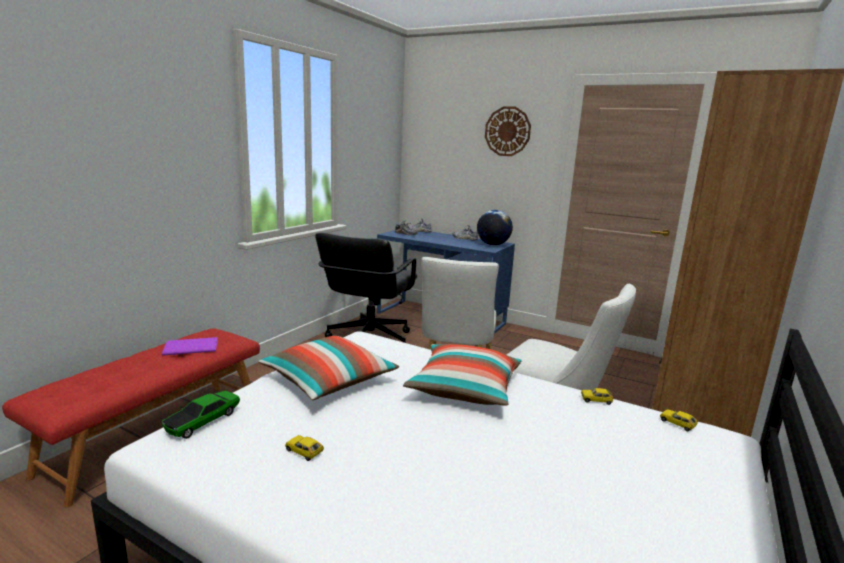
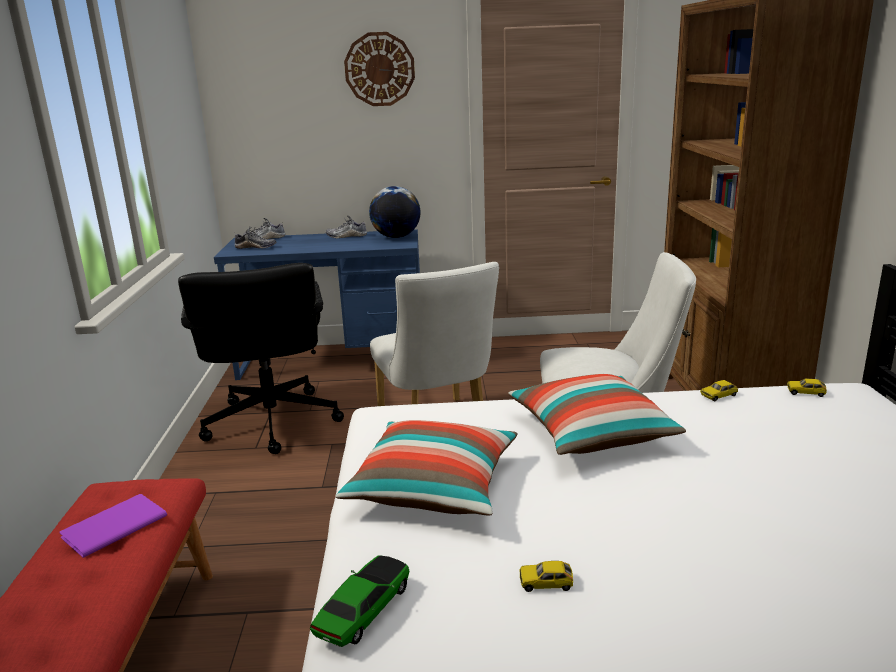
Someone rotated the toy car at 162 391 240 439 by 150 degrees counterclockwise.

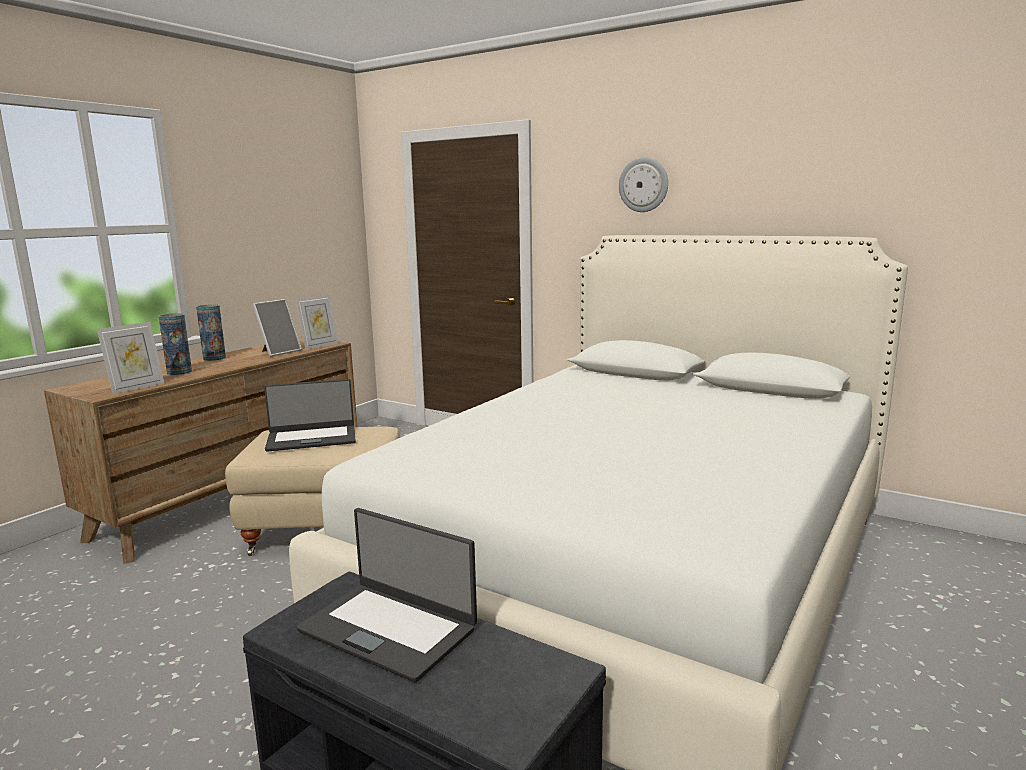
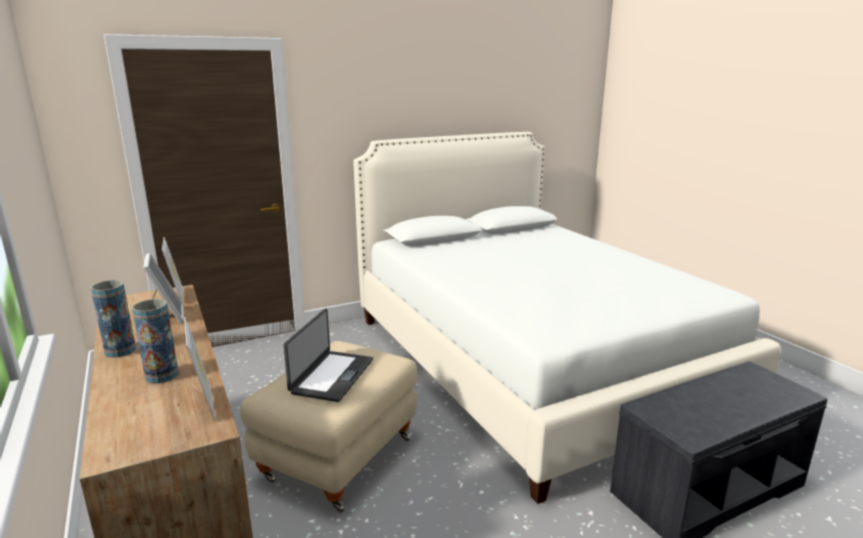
Someone took away the wall clock at 619 157 668 212. Someone took away the laptop at 296 508 477 682.

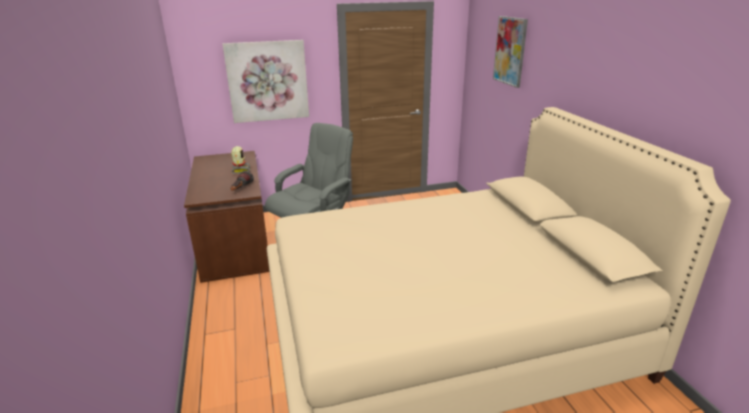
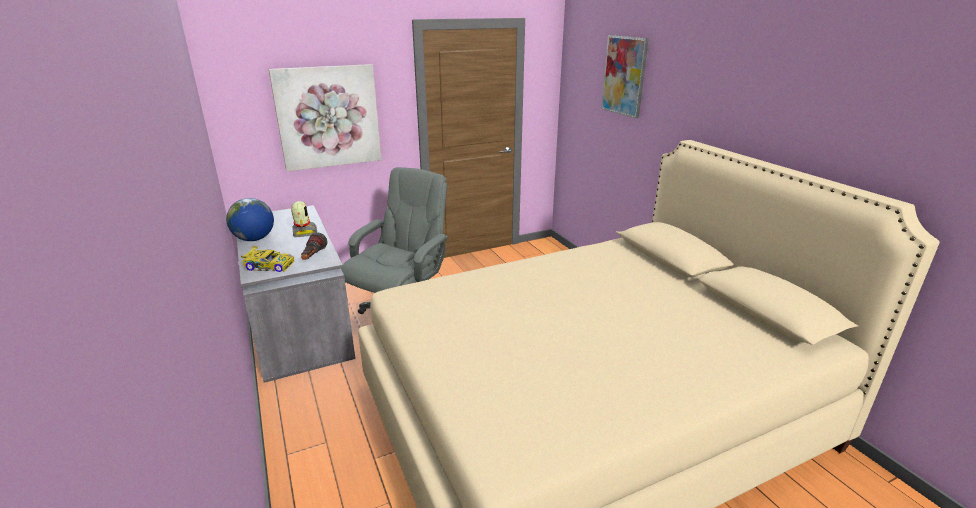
Someone repainted the brown desk at 184 151 269 283, which became the grey desk at 236 205 355 383. Someone put down the globe at 226 198 274 241. Someone put down the toy car at 241 246 295 272.

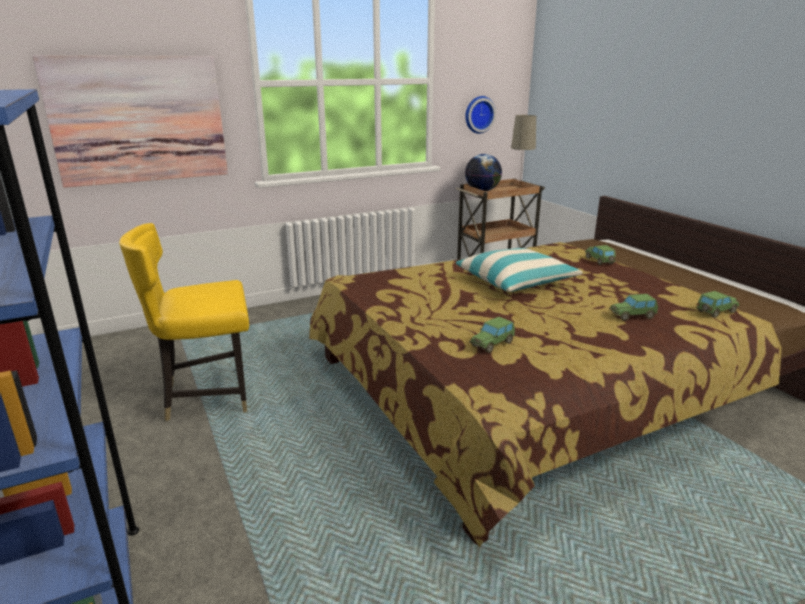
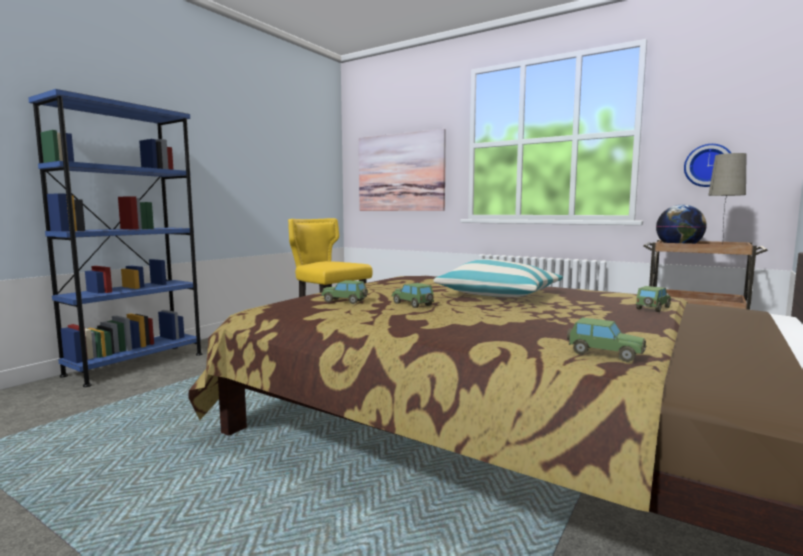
Someone carried the toy car from 609 294 658 321 to 391 283 434 308.

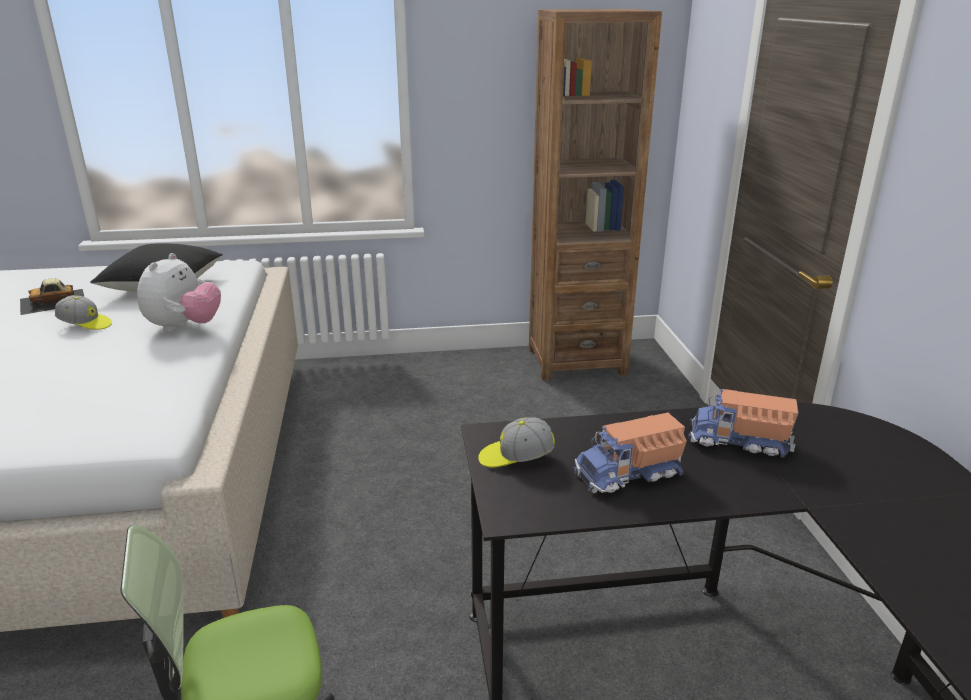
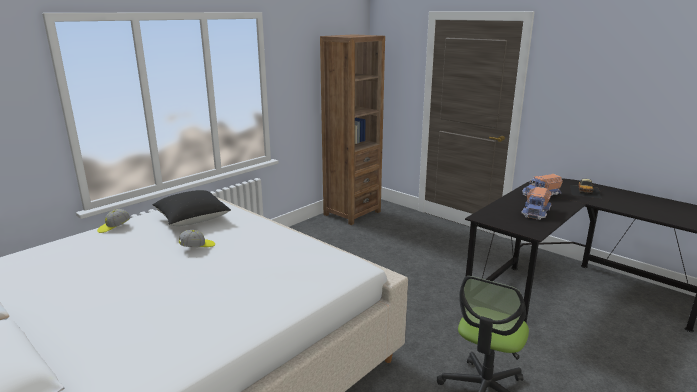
Someone took away the plush toy at 137 253 221 332. Someone carried the toy car from 20 279 84 315 to 570 179 602 198. Someone carried the cap from 478 417 555 467 to 97 209 130 233.

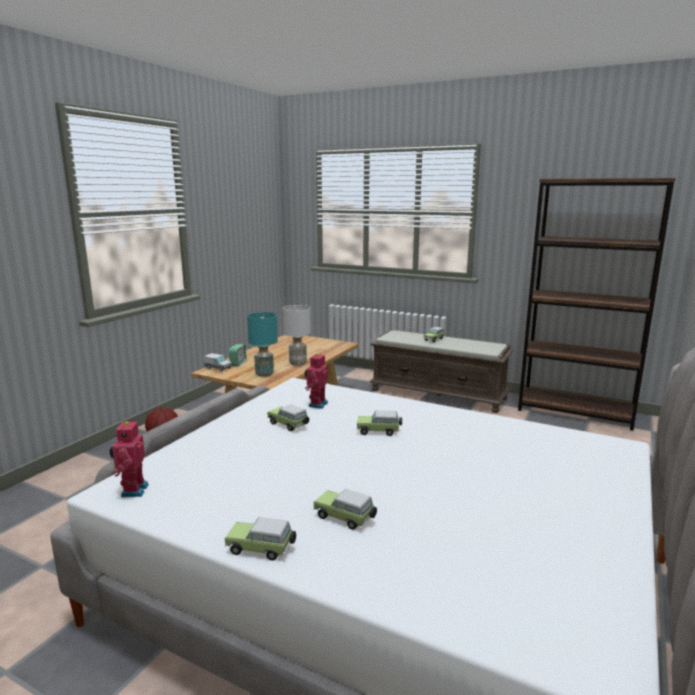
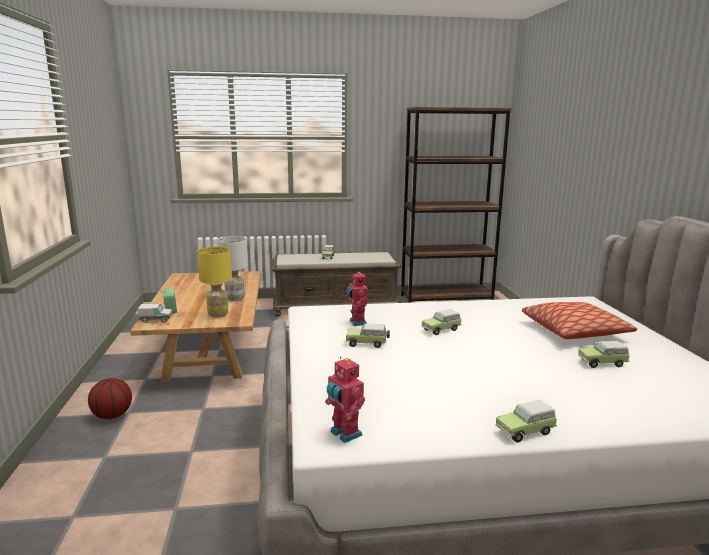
Someone repainted the turquoise table lamp at 247 312 278 377, which became the yellow table lamp at 197 247 232 318. Someone carried the toy car from 314 489 377 530 to 578 341 630 368. Someone put down the pillow at 522 302 637 339.

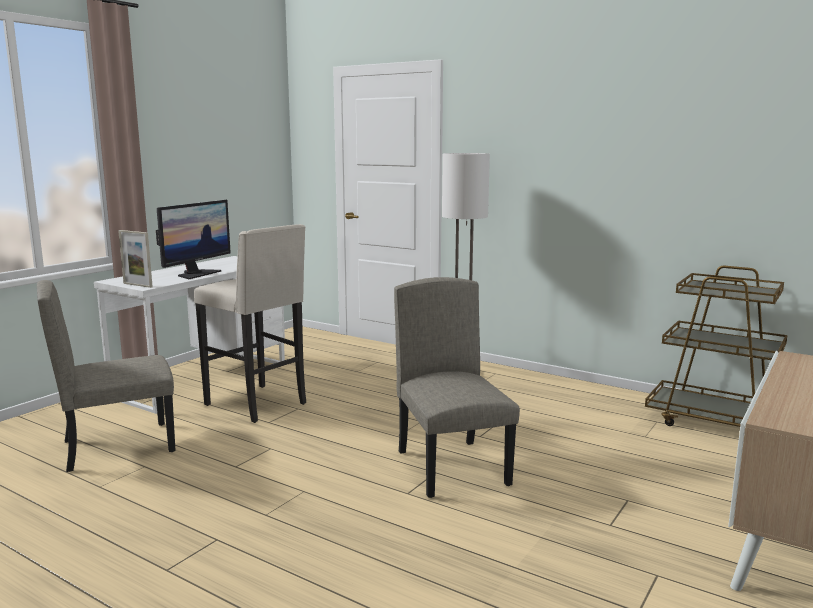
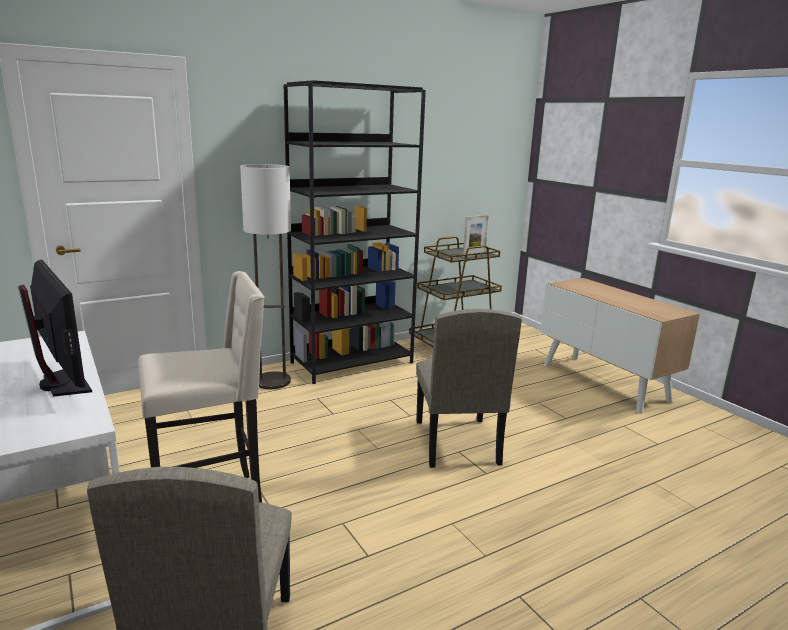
Someone carried the picture frame from 118 230 153 288 to 463 215 488 257. Someone rotated the beige chair at 394 277 520 498 by 105 degrees counterclockwise. Someone put down the black bookcase at 284 80 426 384.

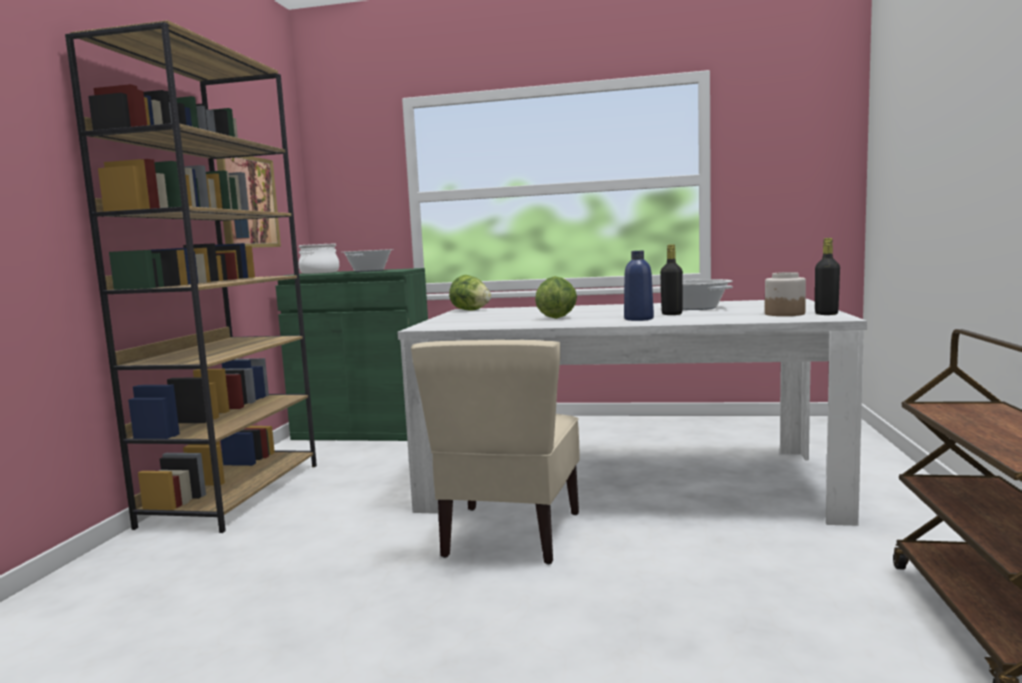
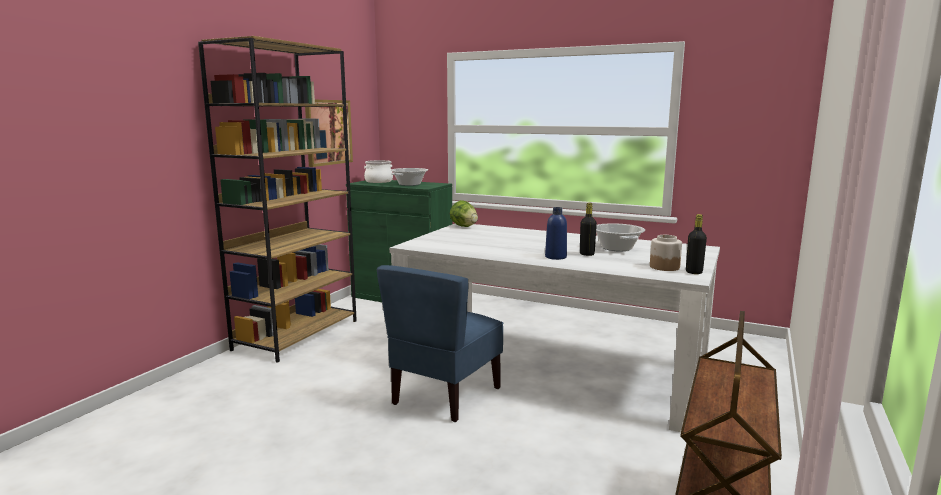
Someone took away the lettuce at 535 276 577 319. Someone repainted the beige chair at 411 340 579 564, which became the blue chair at 377 265 503 422.

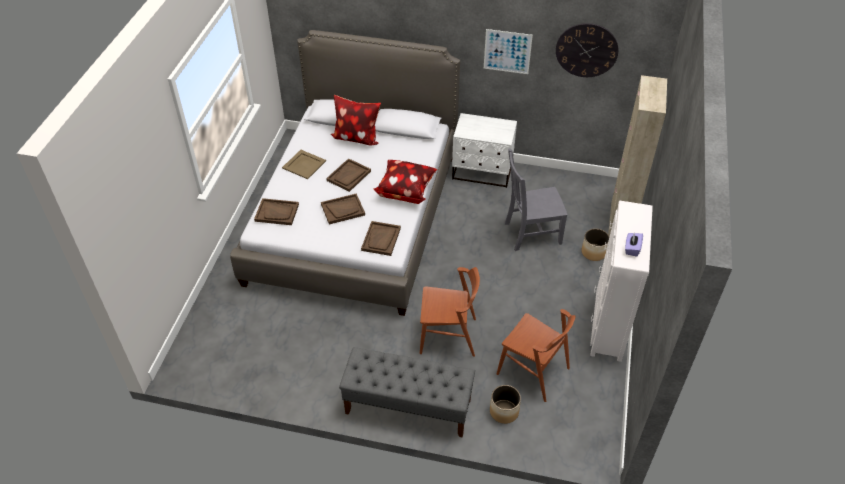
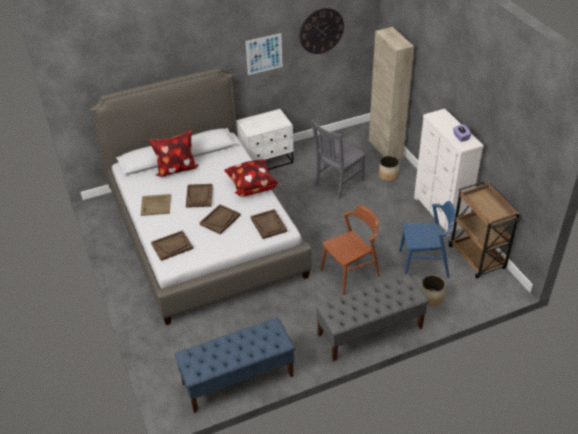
Someone repainted the brown chair at 497 309 576 402, which became the blue chair at 399 201 456 278. Someone put down the brown cart at 448 181 521 278. Someone put down the blue bench at 174 318 295 413.

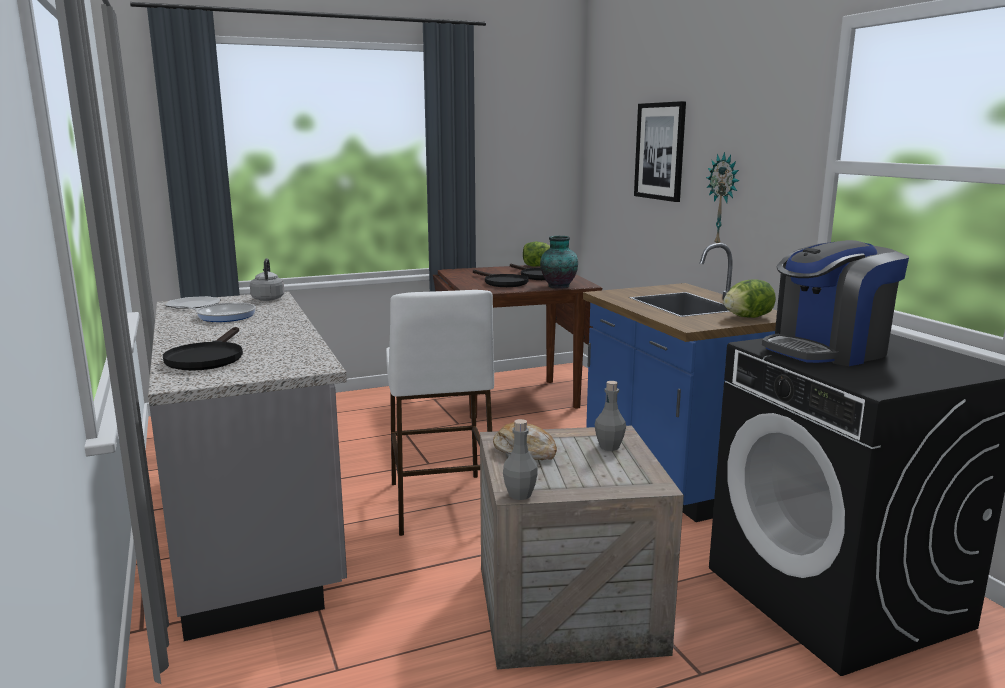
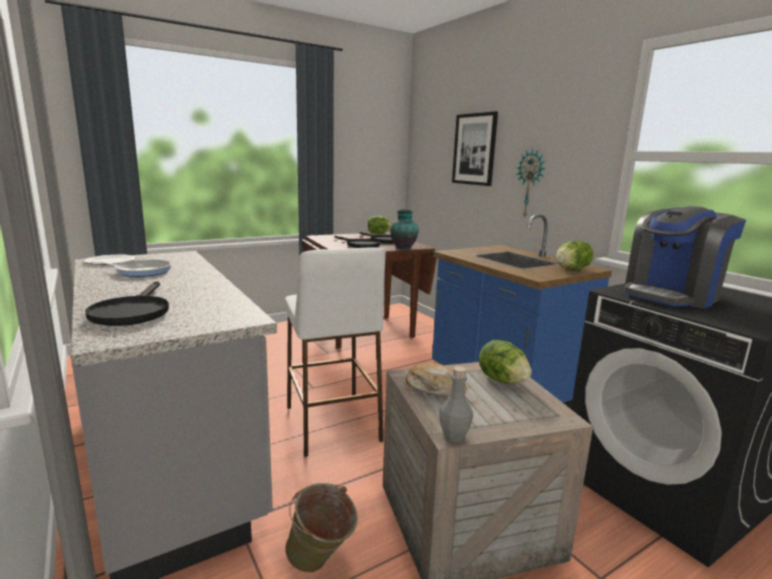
Someone took away the grey kettle at 250 258 284 301. Someone swapped the grey bottle at 595 381 626 451 for the lettuce at 479 340 532 383. Someone put down the green bucket at 285 483 358 573.

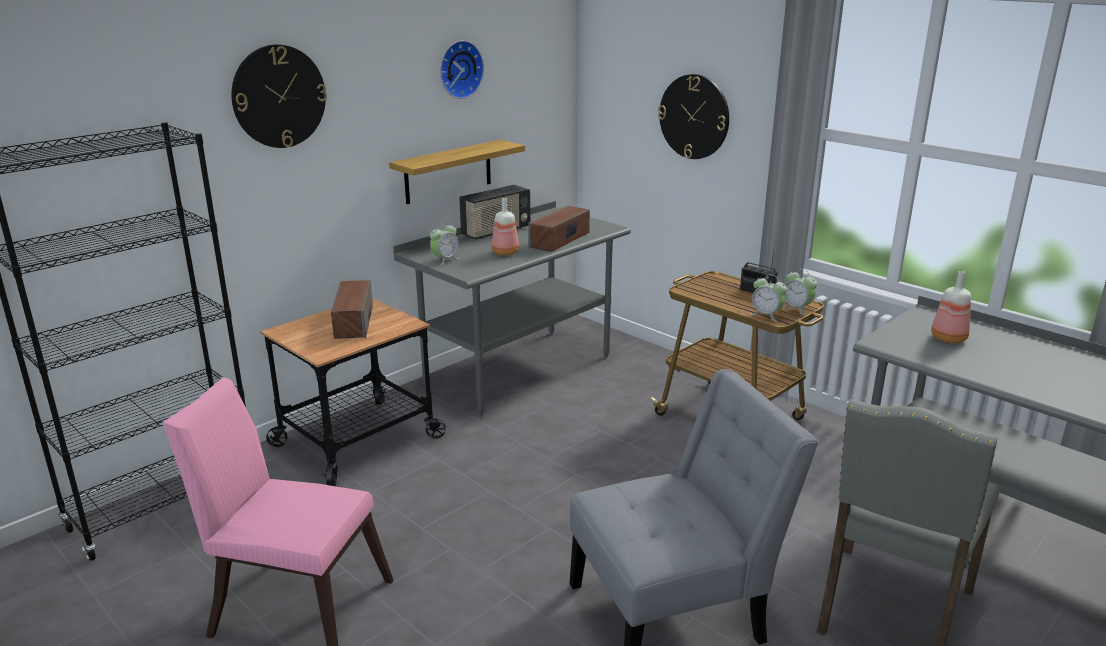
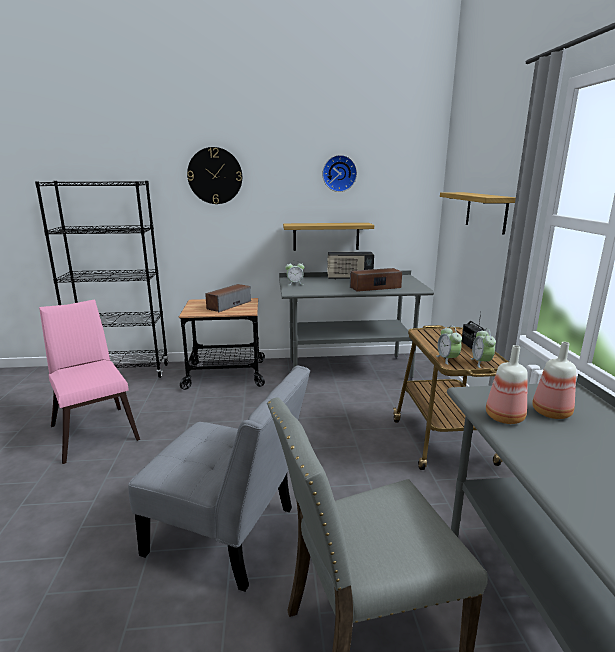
Someone swapped the wall clock at 658 74 729 159 for the shelf at 440 192 516 235. Someone carried the bottle from 492 198 519 256 to 486 345 528 424.

